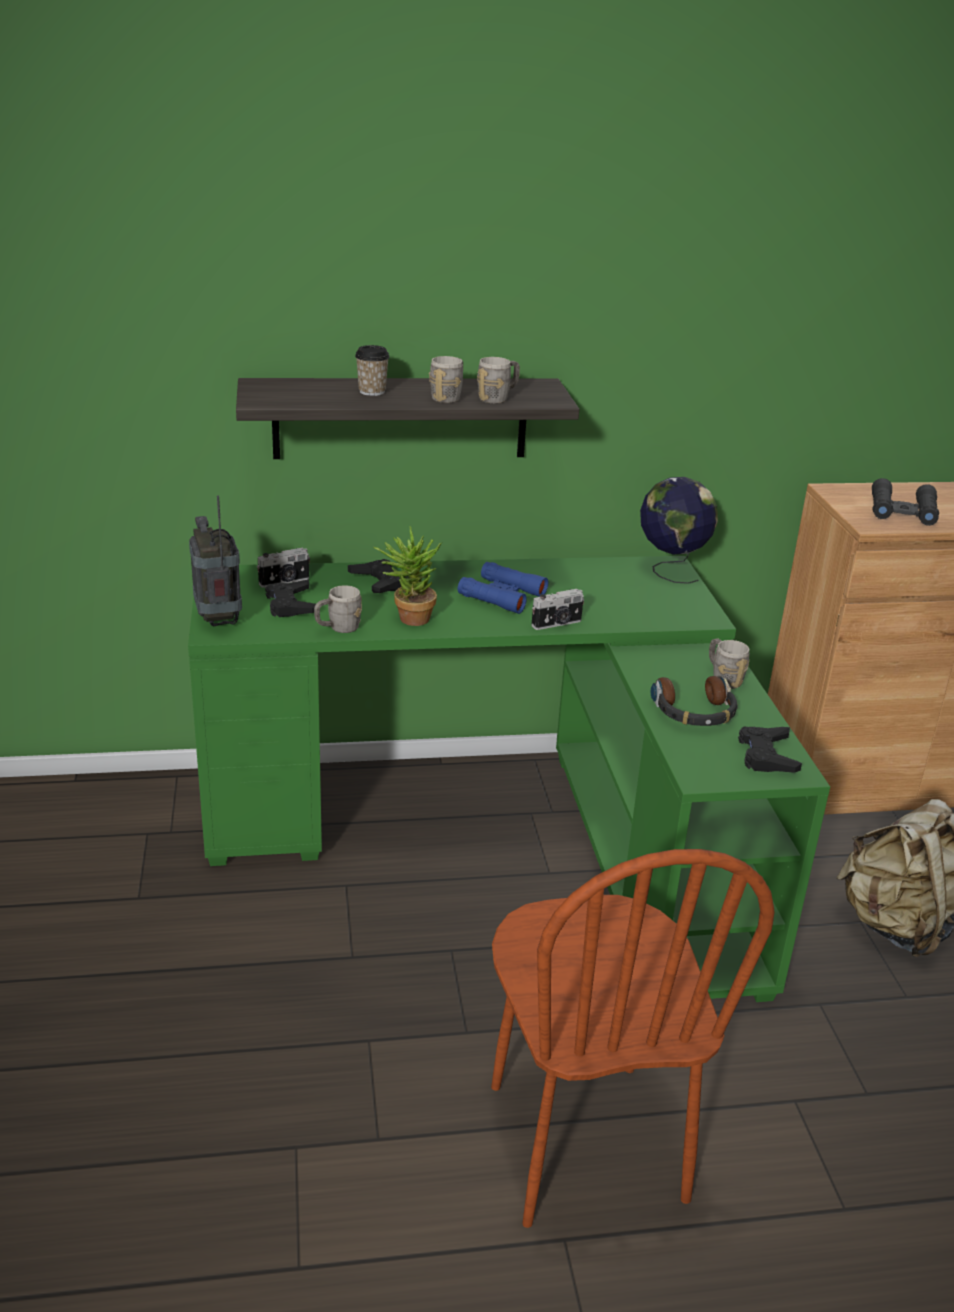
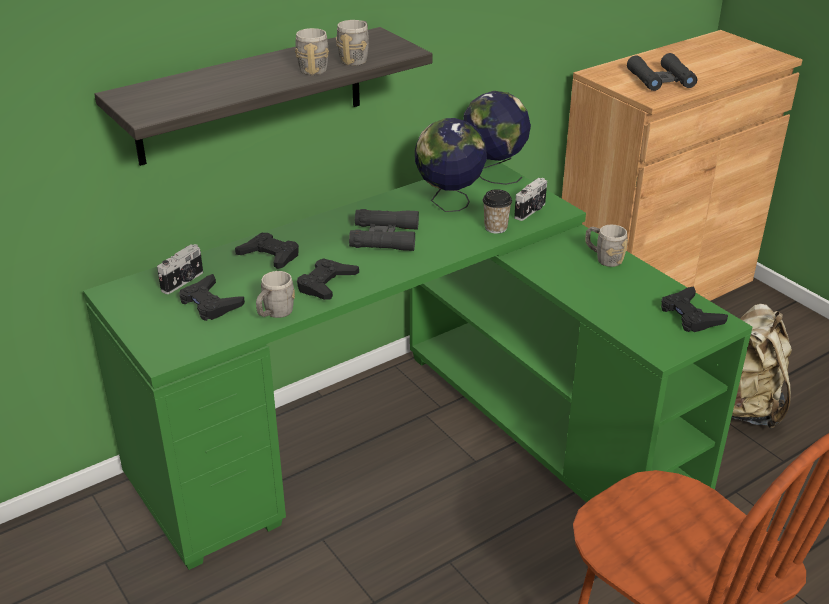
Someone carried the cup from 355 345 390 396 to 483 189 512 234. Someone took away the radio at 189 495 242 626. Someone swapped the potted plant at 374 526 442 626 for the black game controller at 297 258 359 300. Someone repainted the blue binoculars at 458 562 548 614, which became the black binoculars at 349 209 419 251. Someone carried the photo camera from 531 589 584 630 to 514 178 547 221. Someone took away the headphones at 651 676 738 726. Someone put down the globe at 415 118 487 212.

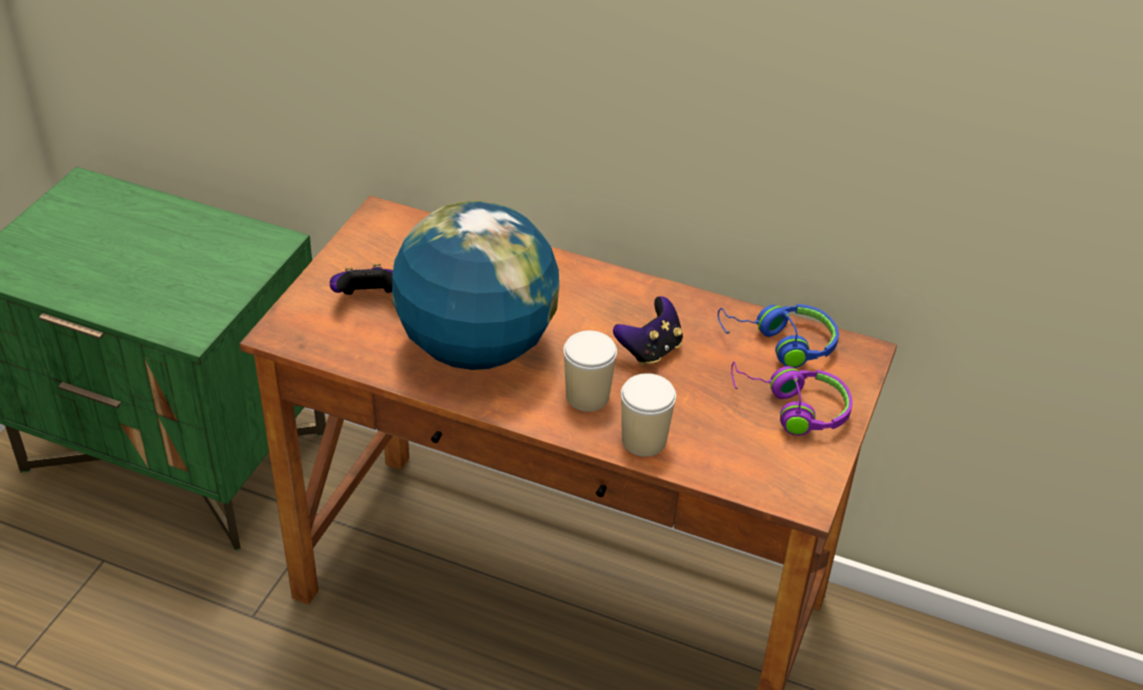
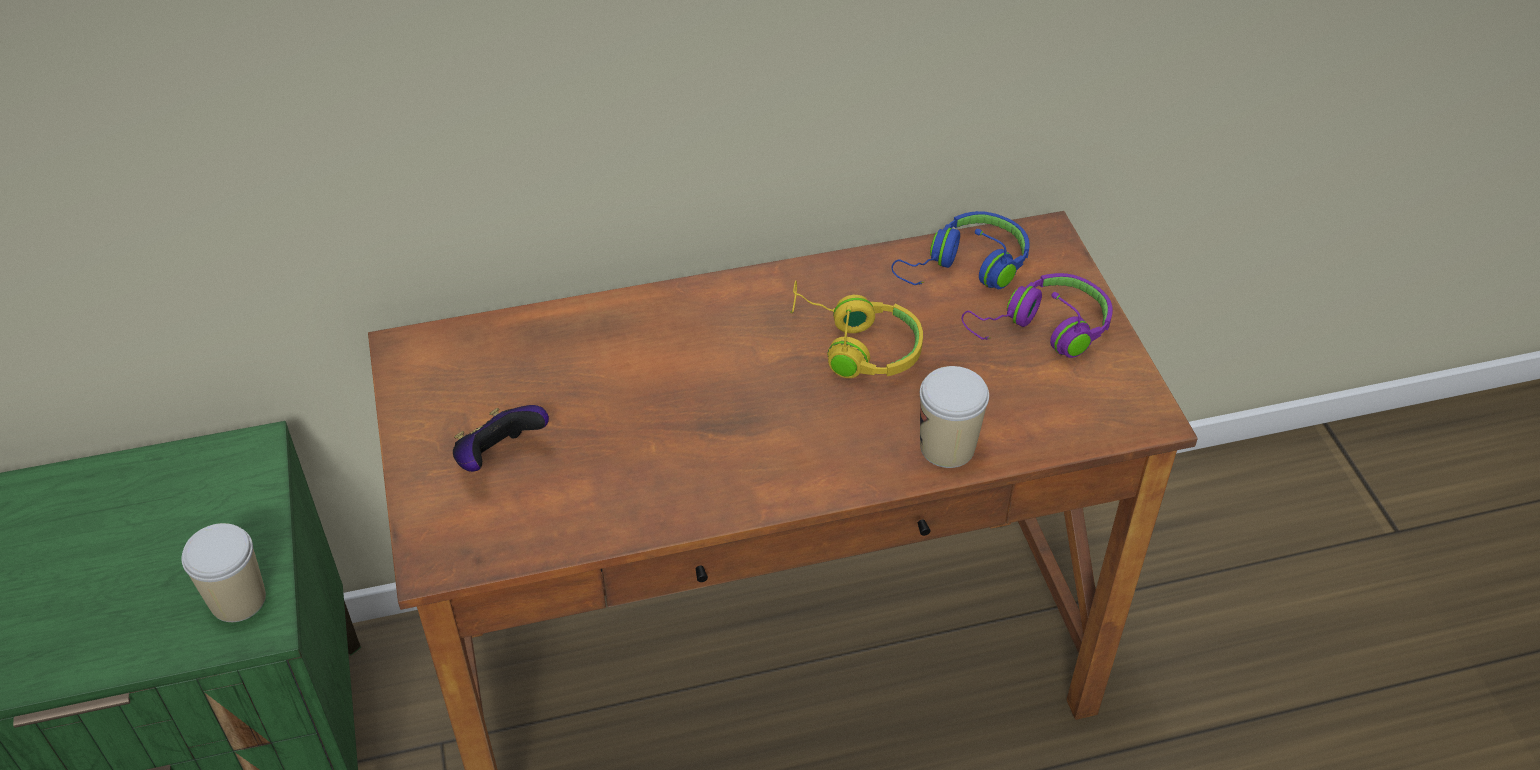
Someone took away the globe at 392 201 559 370. Someone swapped the game controller at 613 296 683 366 for the yellow headphones at 790 280 923 378. Someone carried the cup from 563 331 617 412 to 181 523 266 622.

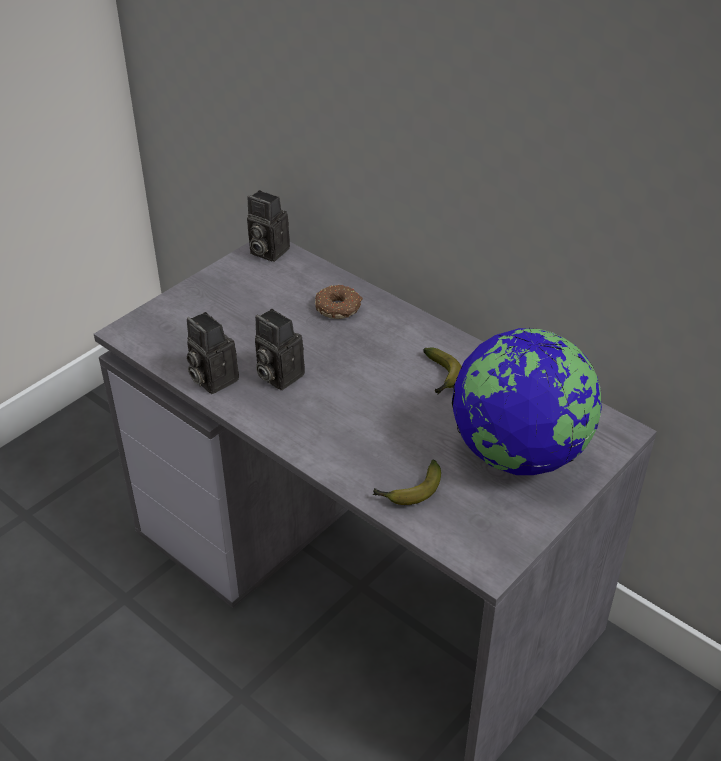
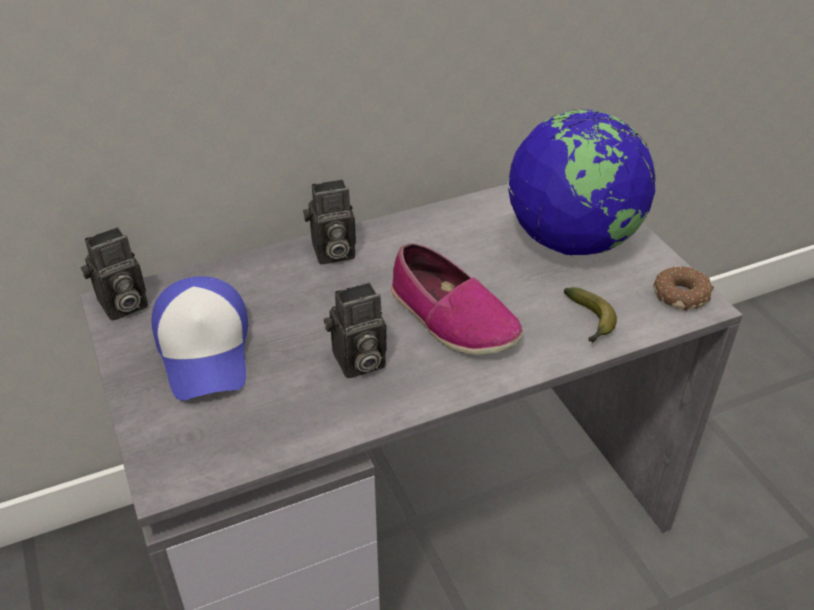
Someone carried the donut from 315 285 363 319 to 653 266 714 311. Someone carried the photo camera from 187 312 239 394 to 303 179 356 264. Someone took away the banana at 423 348 462 394. Someone put down the shoe at 391 243 523 355. Someone put down the cap at 151 276 248 401.

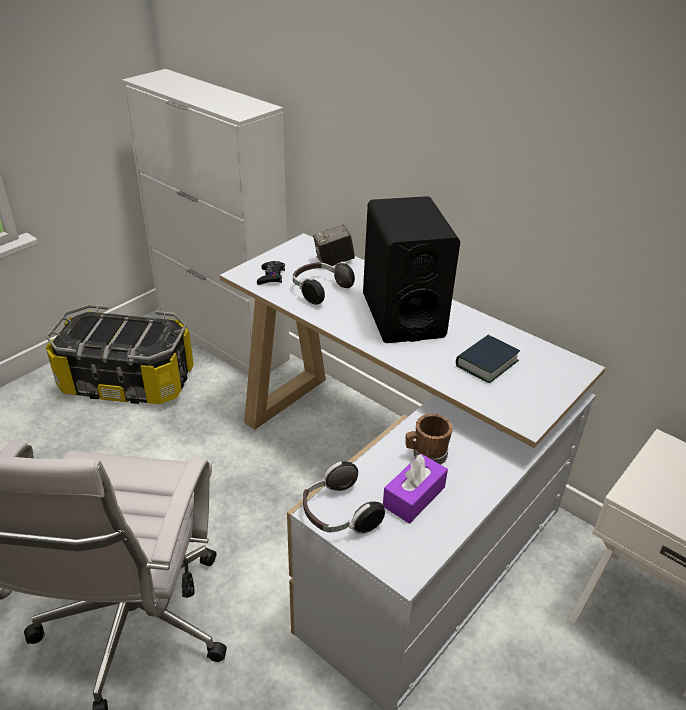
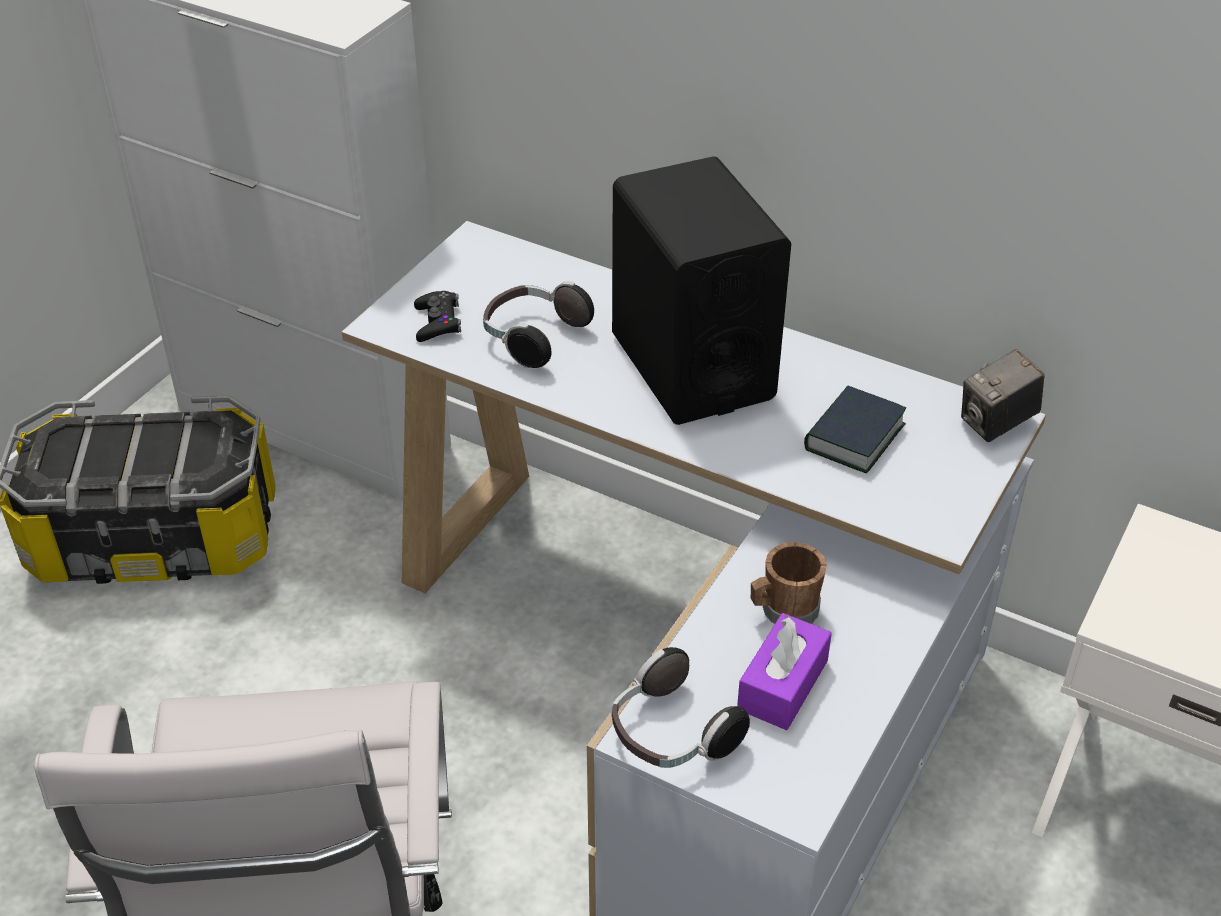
Someone carried the photo camera from 313 224 355 266 to 961 349 1045 442.

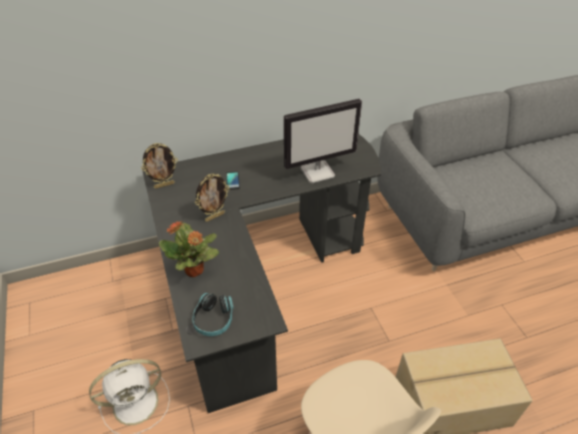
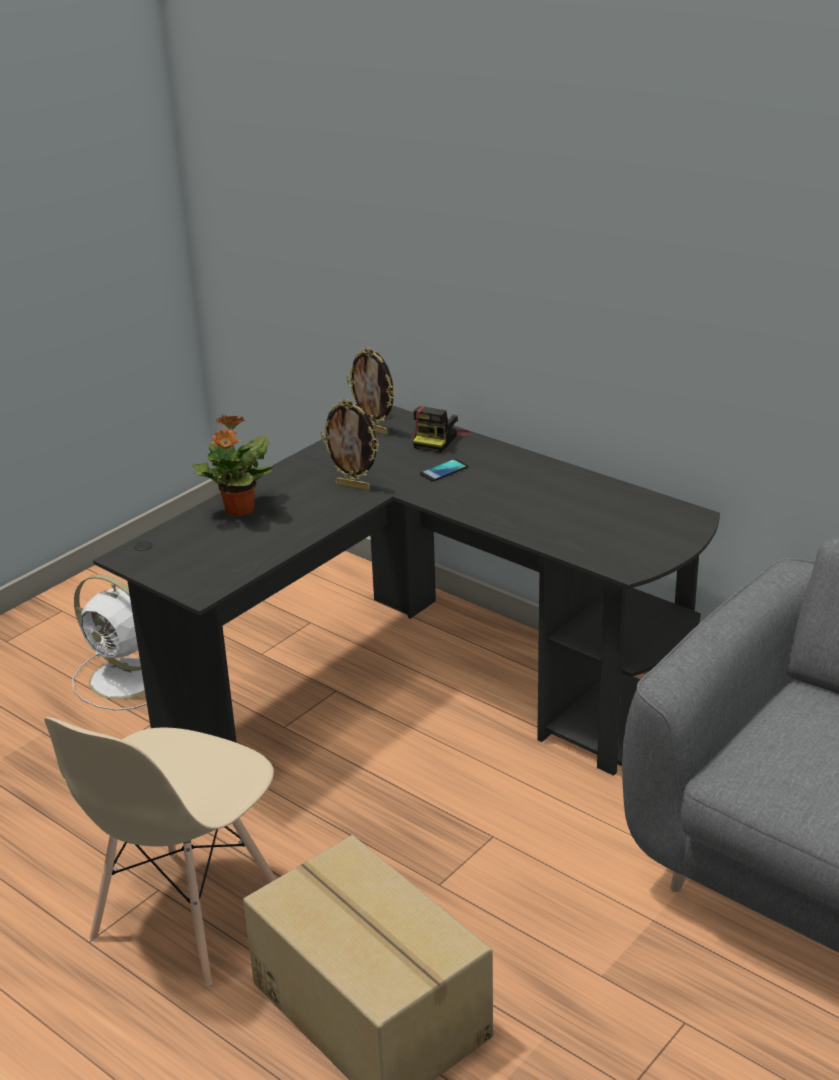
Someone took away the monitor at 284 99 362 183. Someone took away the headphones at 192 293 233 336. Someone put down the photo camera at 413 406 470 453.

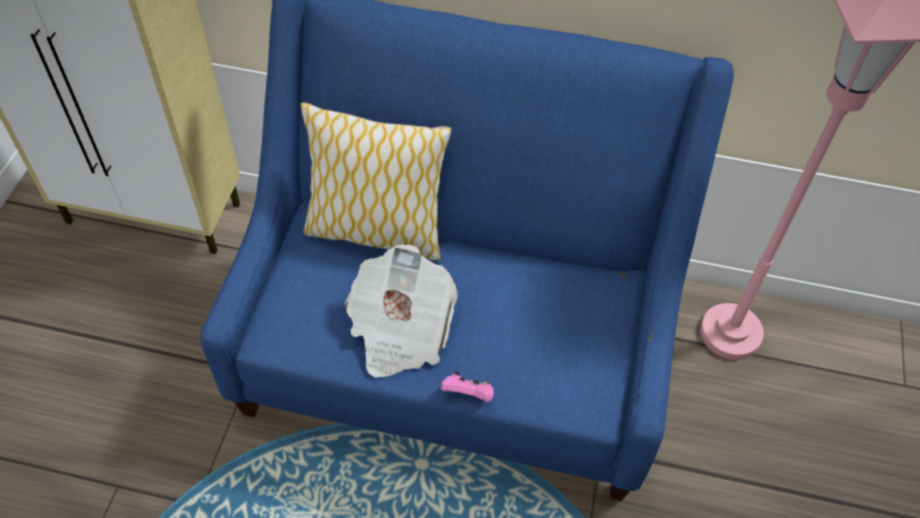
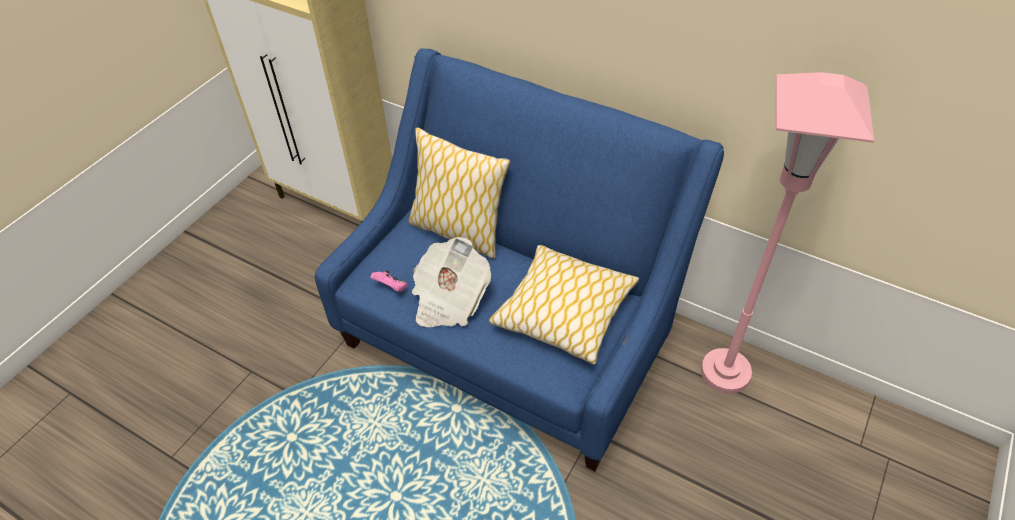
Someone carried the pink game controller from 441 371 493 402 to 370 270 407 292. Someone put down the pillow at 489 245 639 365.

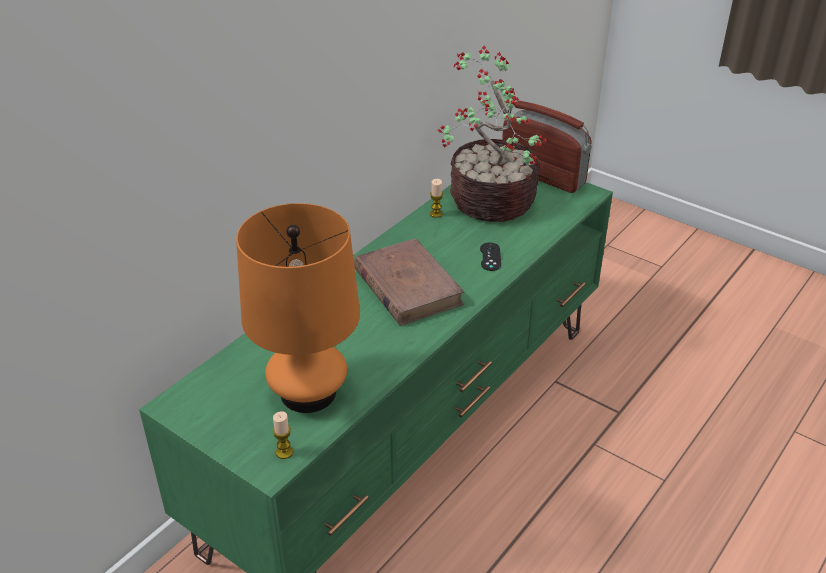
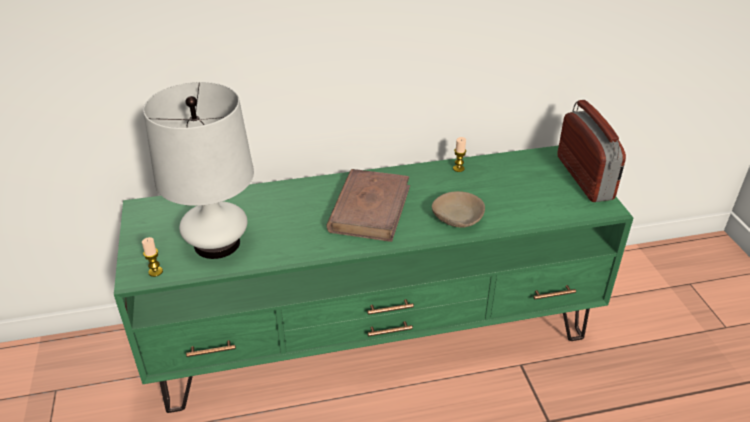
Someone took away the potted plant at 437 45 547 222. Someone repainted the orange table lamp at 236 203 360 413, which became the white table lamp at 143 82 254 259. Someone swapped the black game controller at 480 243 501 271 for the beige bowl at 432 191 485 228.

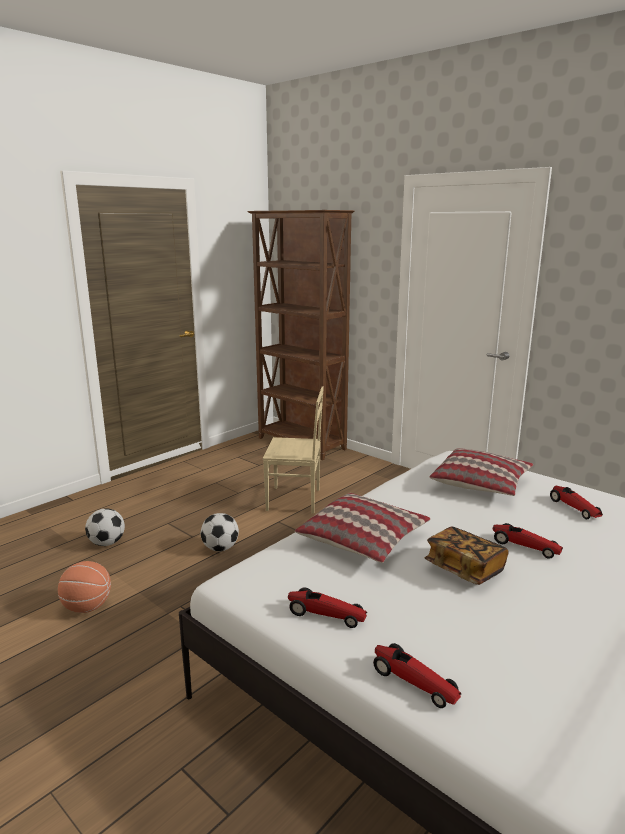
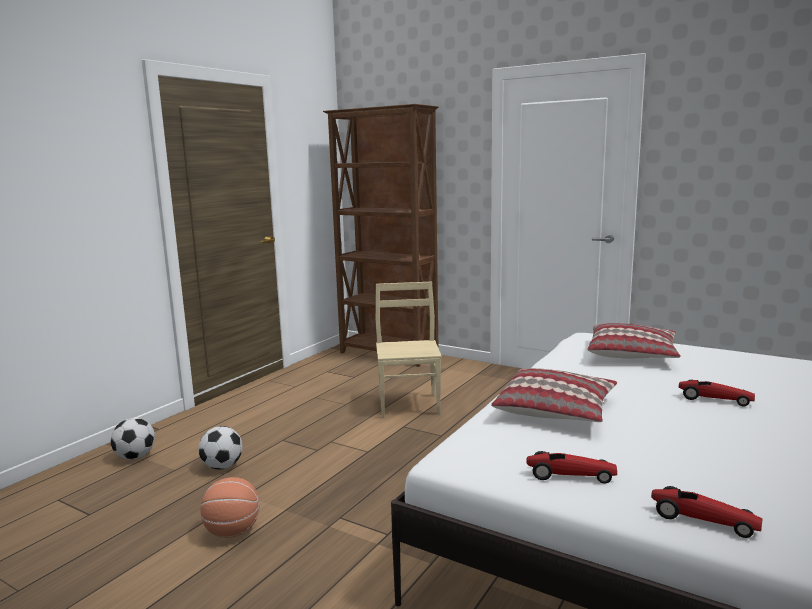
Someone rotated the beige chair at 263 386 324 513 by 90 degrees counterclockwise. Someone took away the toy car at 550 486 603 519. Someone carried the football from 201 513 239 551 to 111 418 155 459. Someone took away the book at 425 527 508 585.

